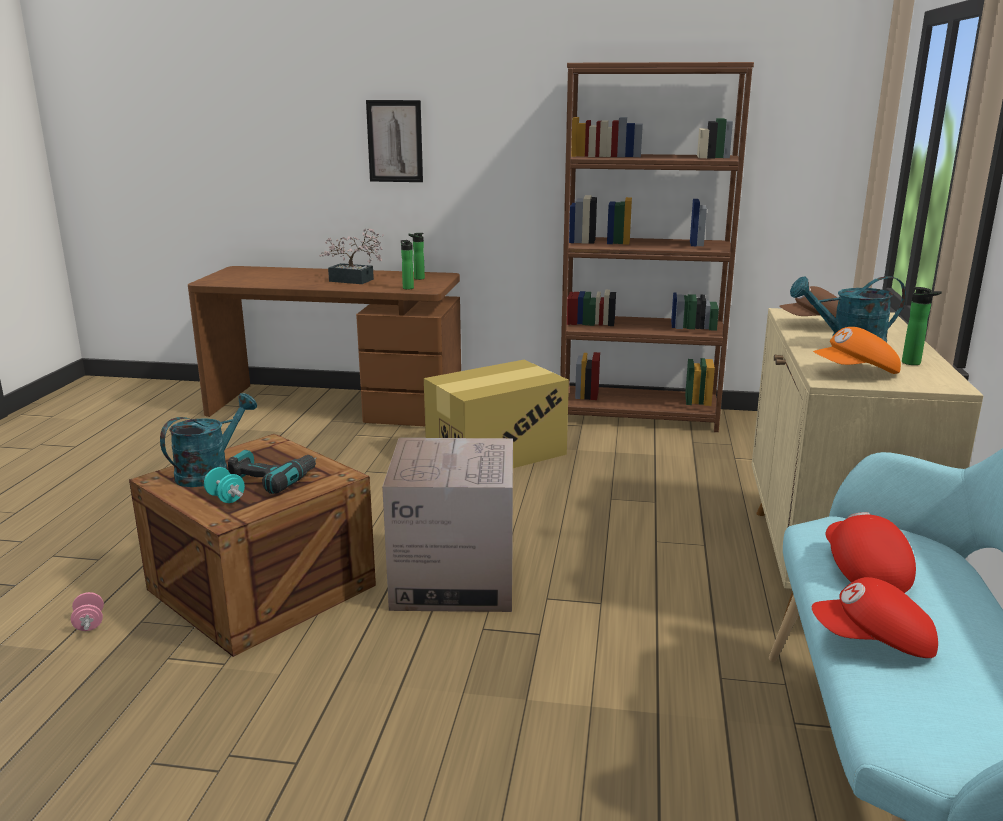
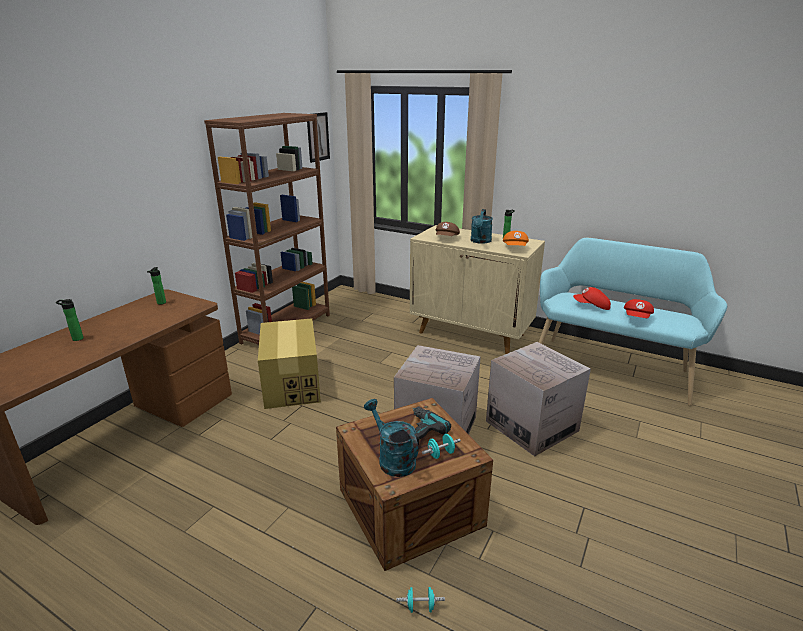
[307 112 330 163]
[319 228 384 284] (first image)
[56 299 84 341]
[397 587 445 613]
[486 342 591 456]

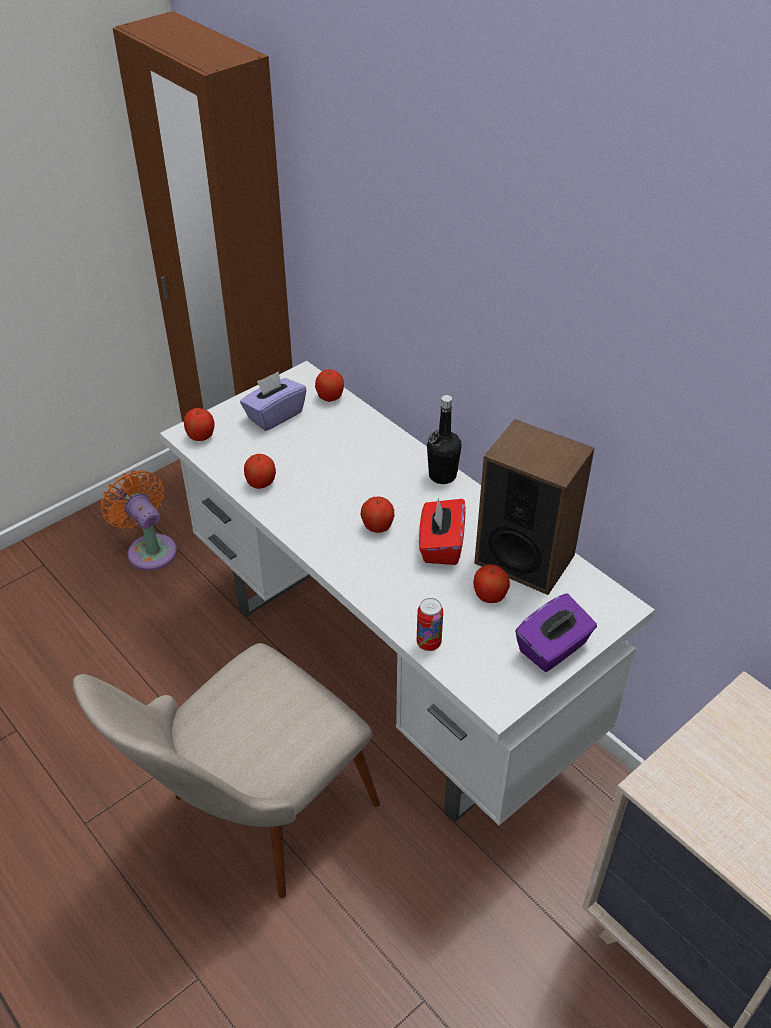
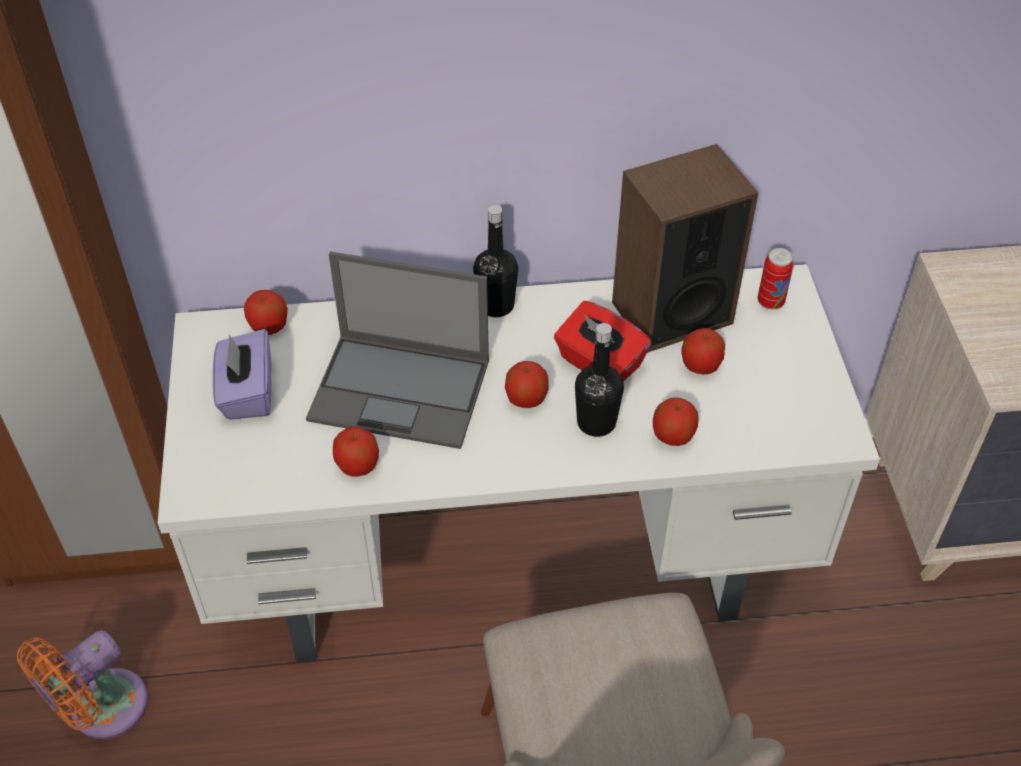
[653 397 699 446]
[17 630 148 739]
[515 594 597 672] (first image)
[758 248 794 309]
[306 251 489 449]
[575 323 624 437]

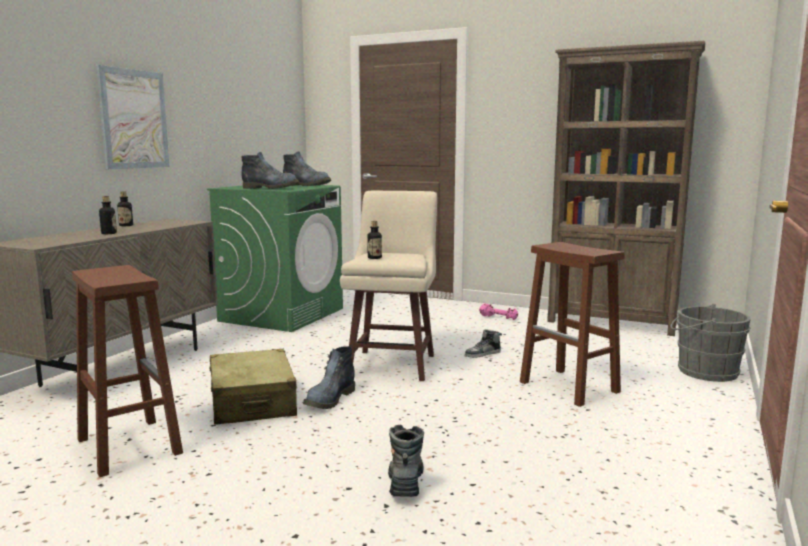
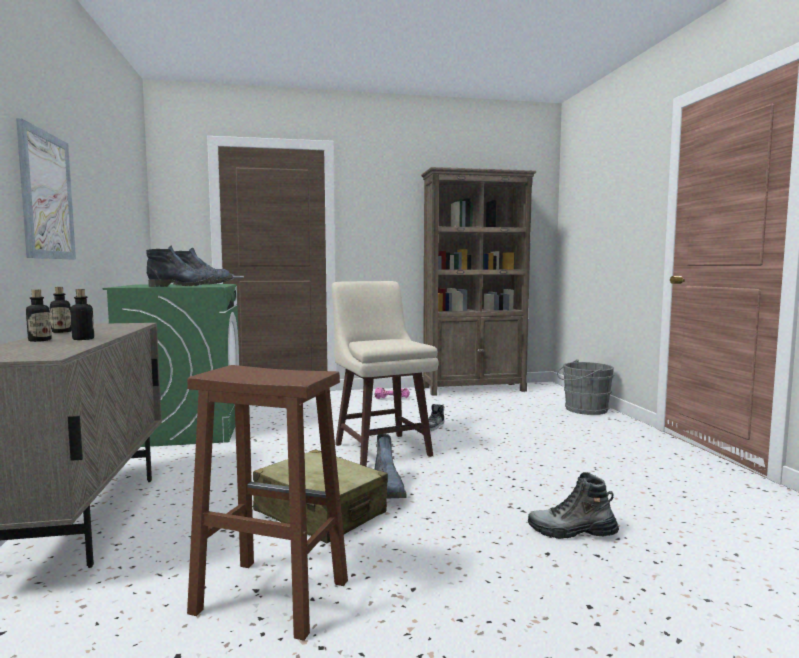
[26 289 51 342]
[520 242 625 407] (first image)
[528 472 619 539]

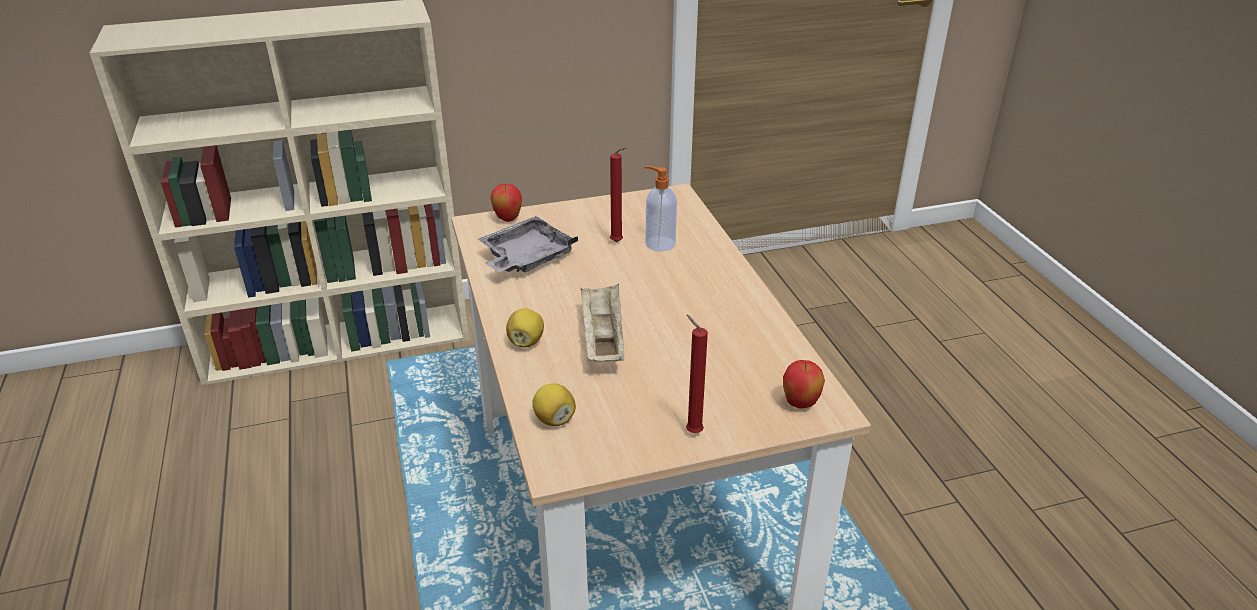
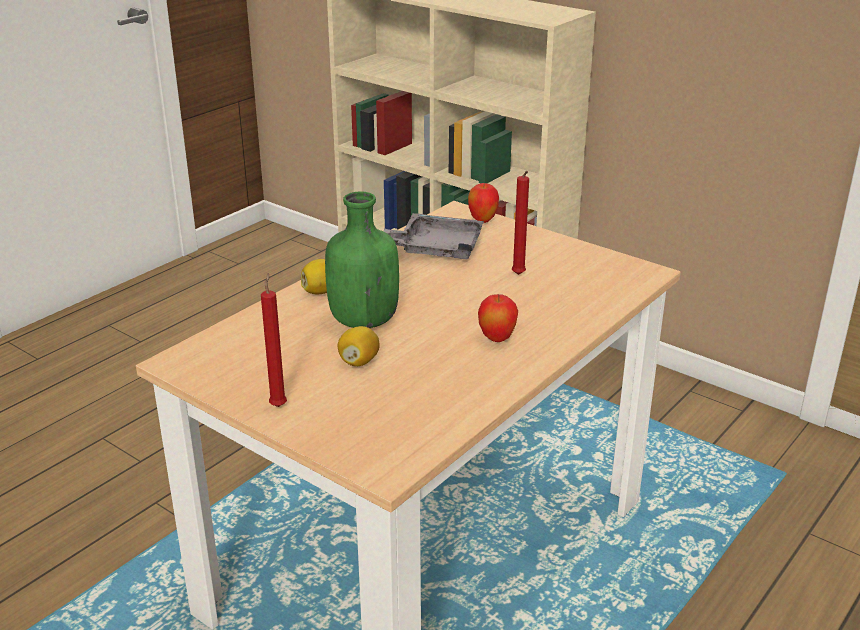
[645 166 677 252] (first image)
[325 191 399 328]
[478 294 518 342]
[338 326 380 366]

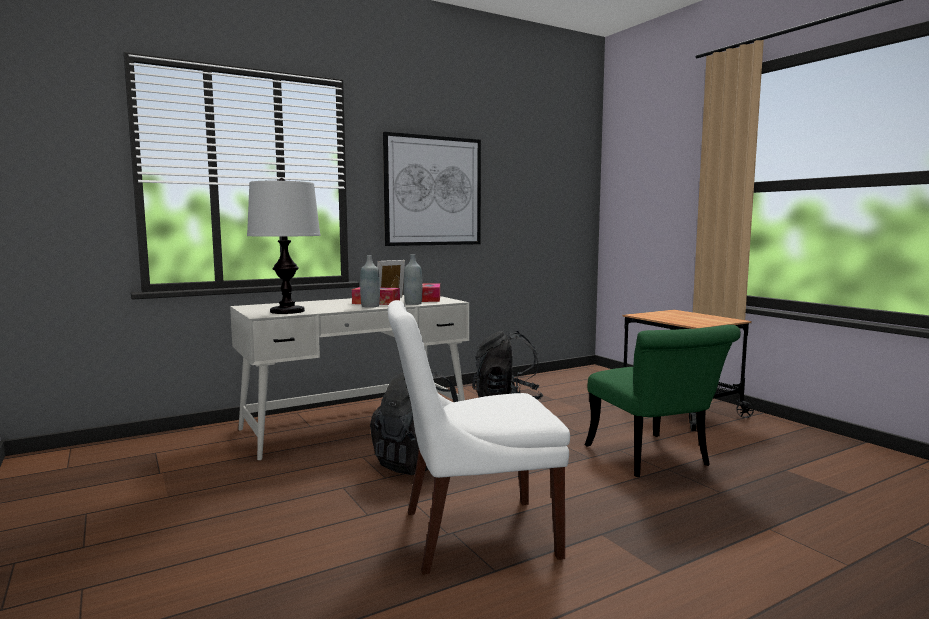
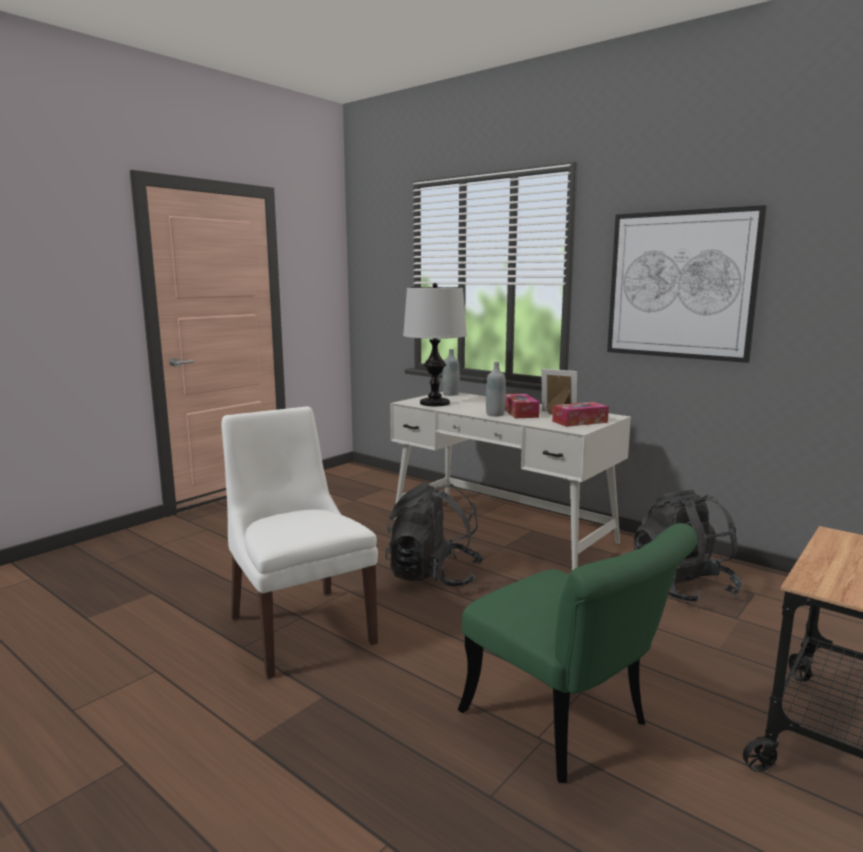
[443 349 460 396]
[458 523 697 783]

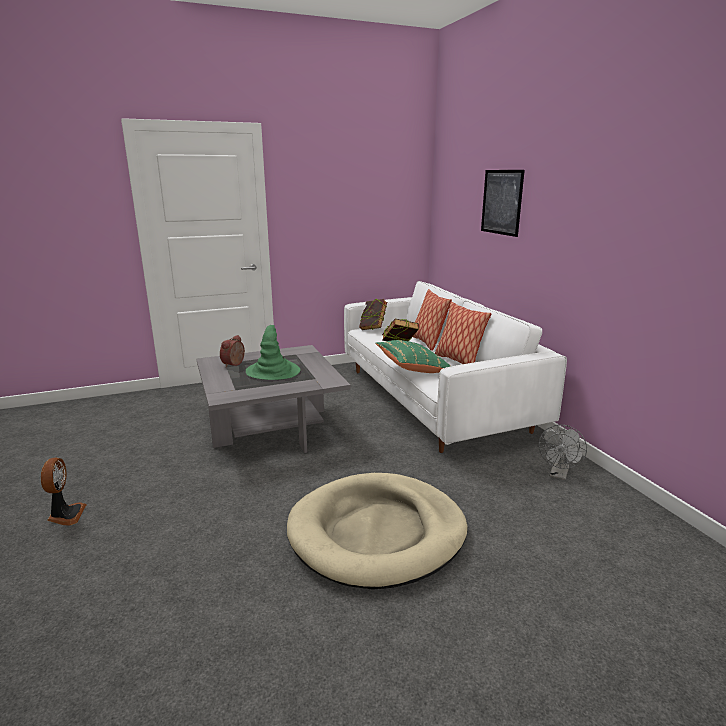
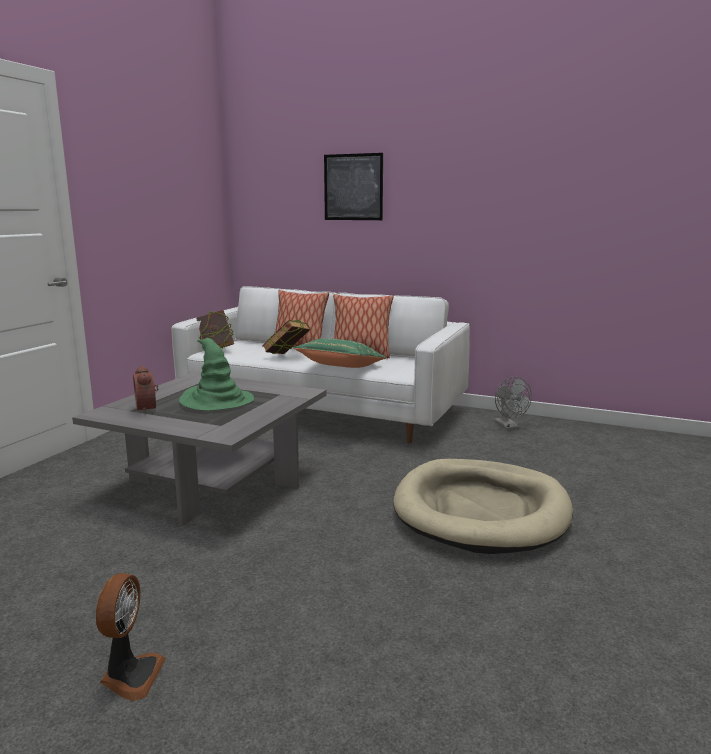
[96 573 166 701]

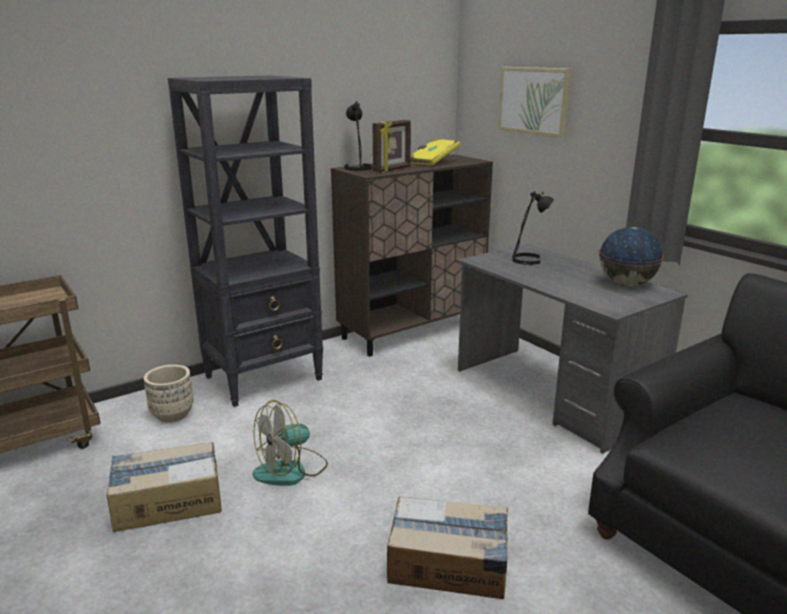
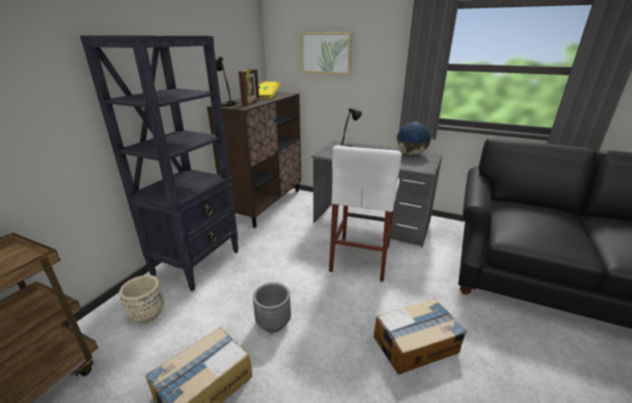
[253 282 291 333]
[329 145 402 282]

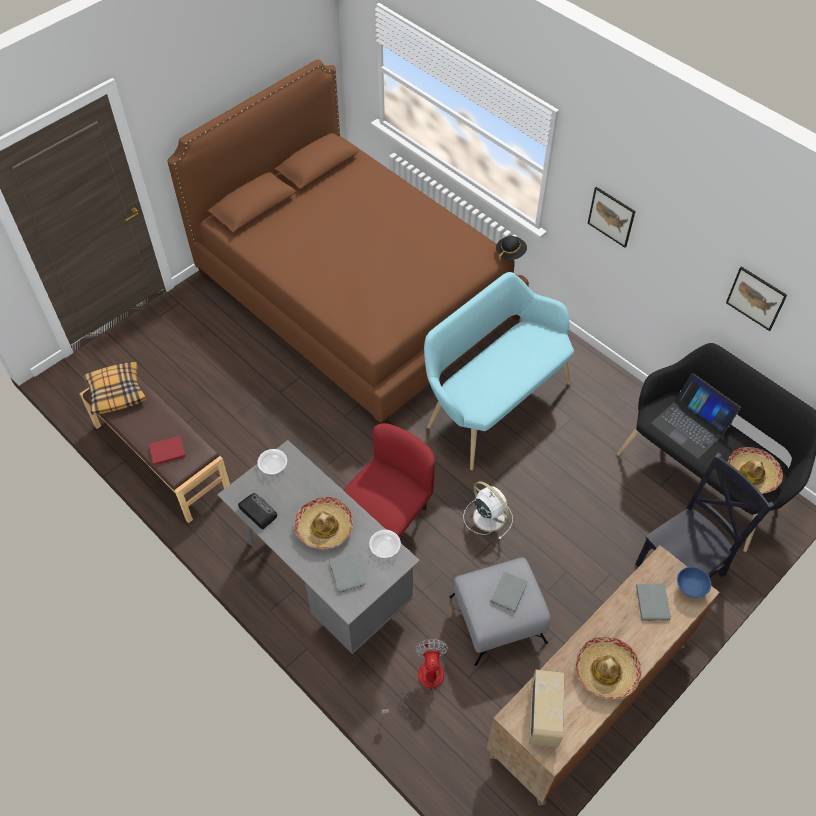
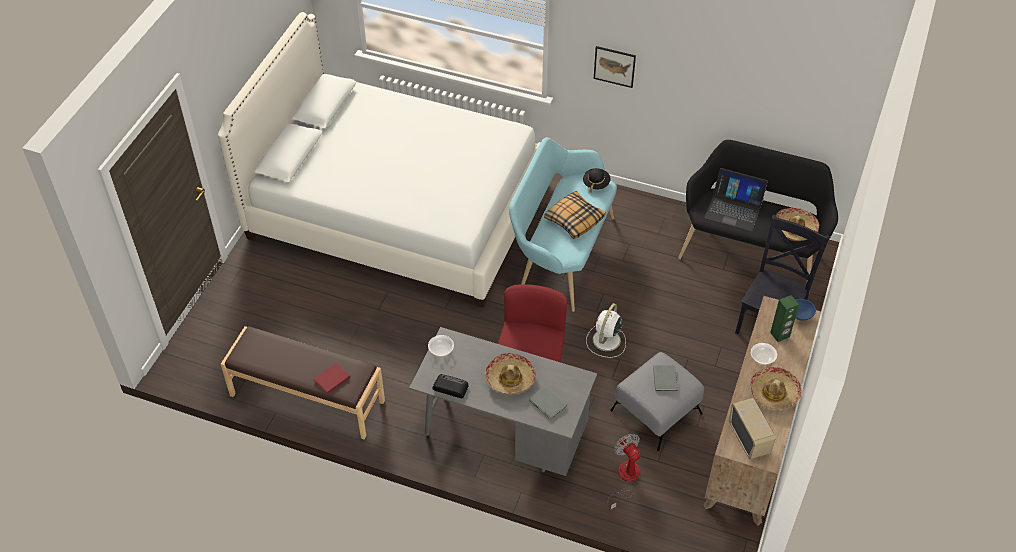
[218 12 541 307]
[583 168 611 192]
[726 266 787 331] (first image)
[544 191 606 239]
[586 303 626 358]
[751 343 777 365]
[770 295 799 342]

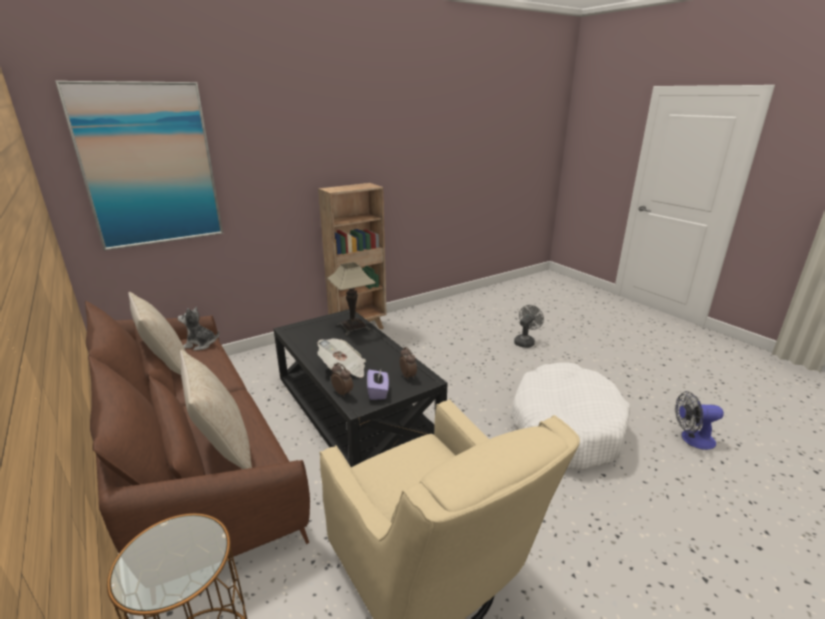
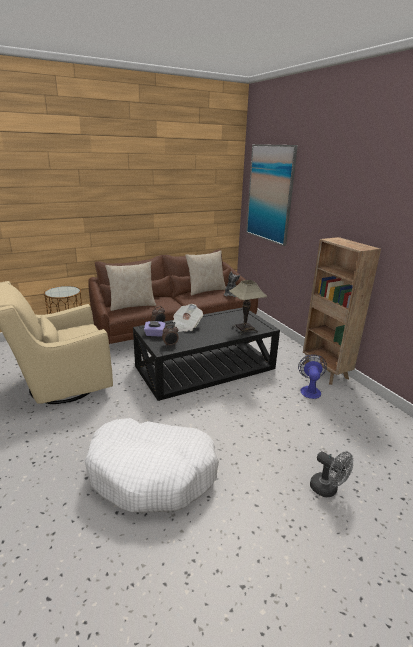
[298 354 327 399]

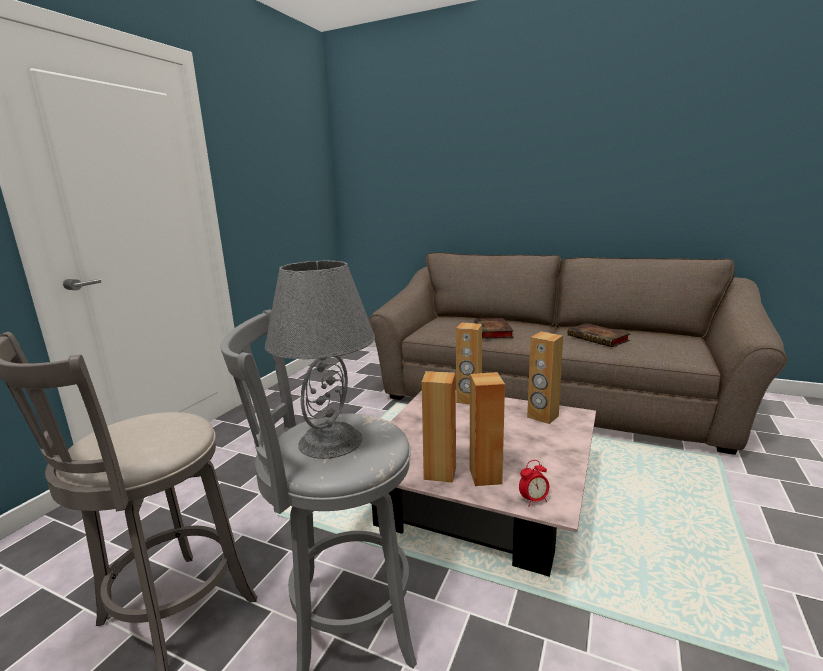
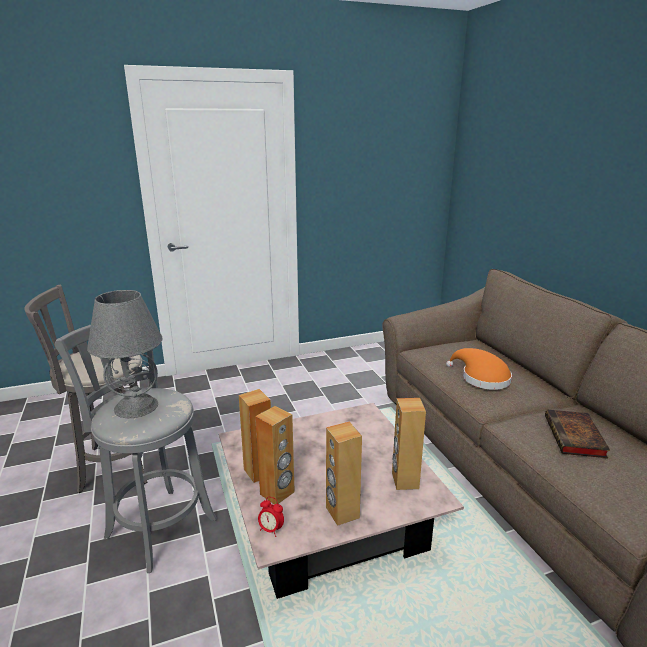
[446 348 512 390]
[326 422 362 526]

